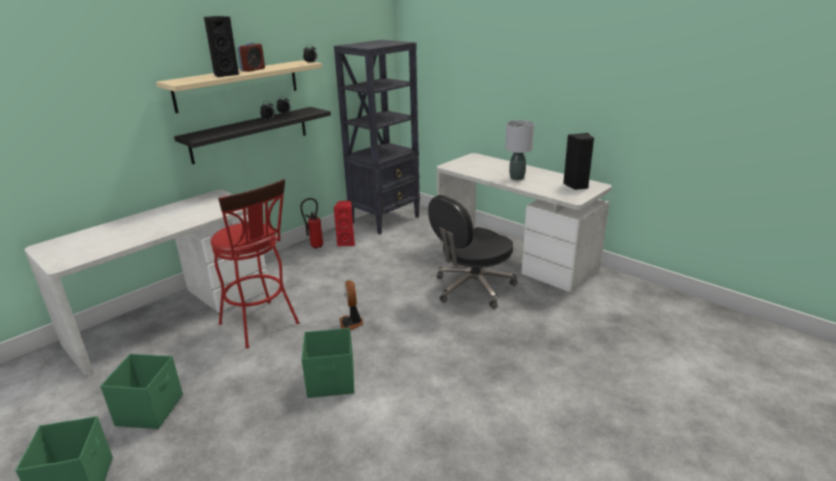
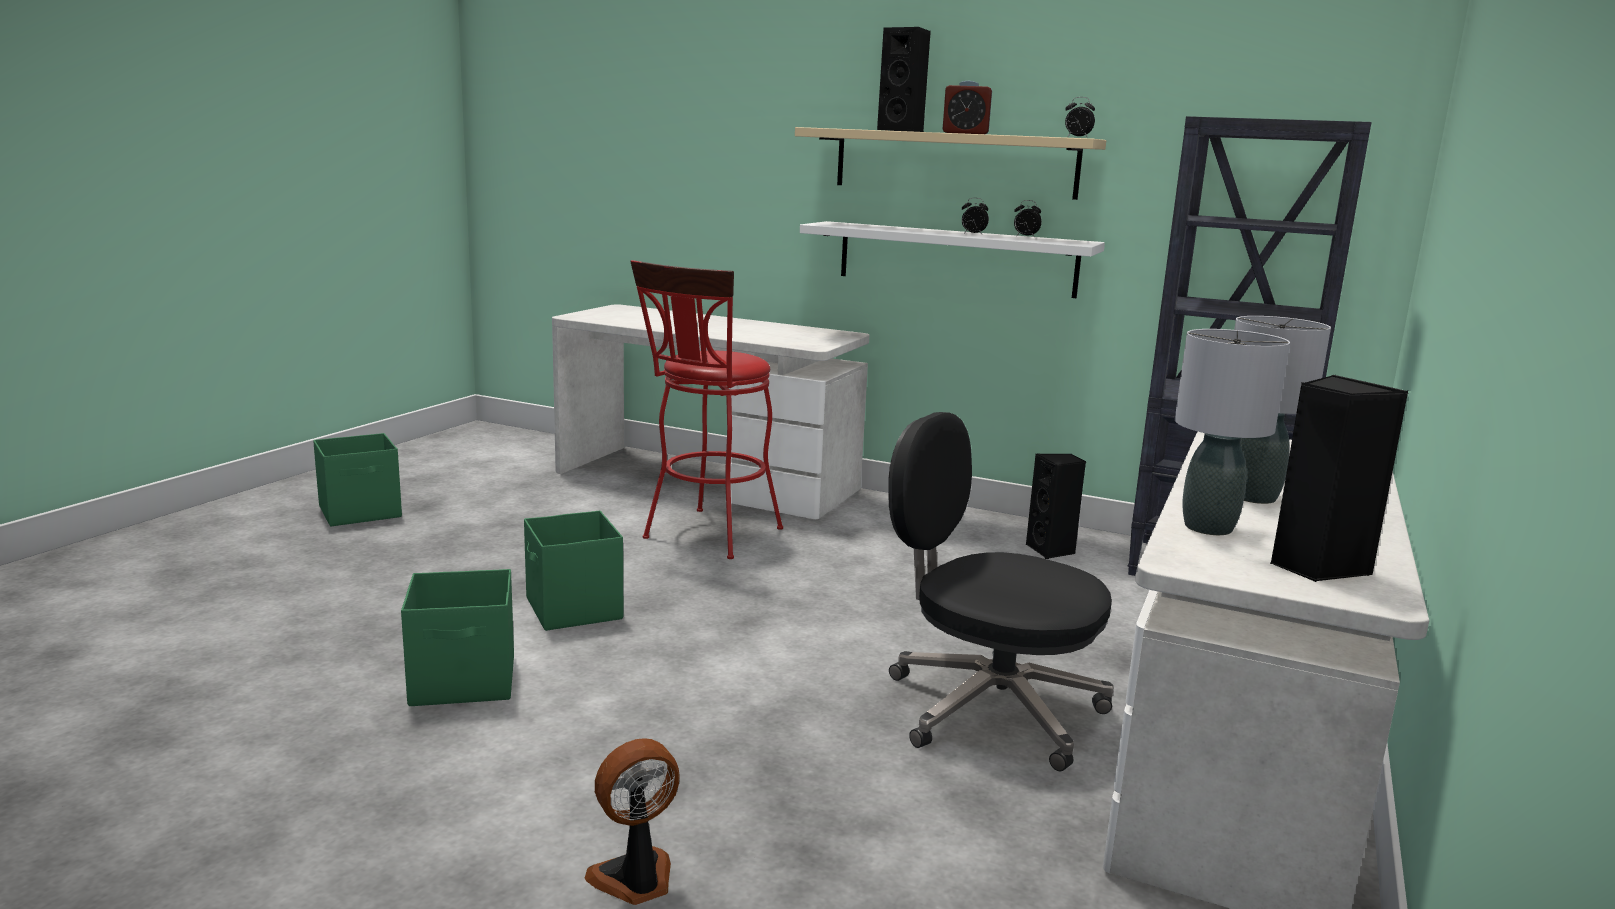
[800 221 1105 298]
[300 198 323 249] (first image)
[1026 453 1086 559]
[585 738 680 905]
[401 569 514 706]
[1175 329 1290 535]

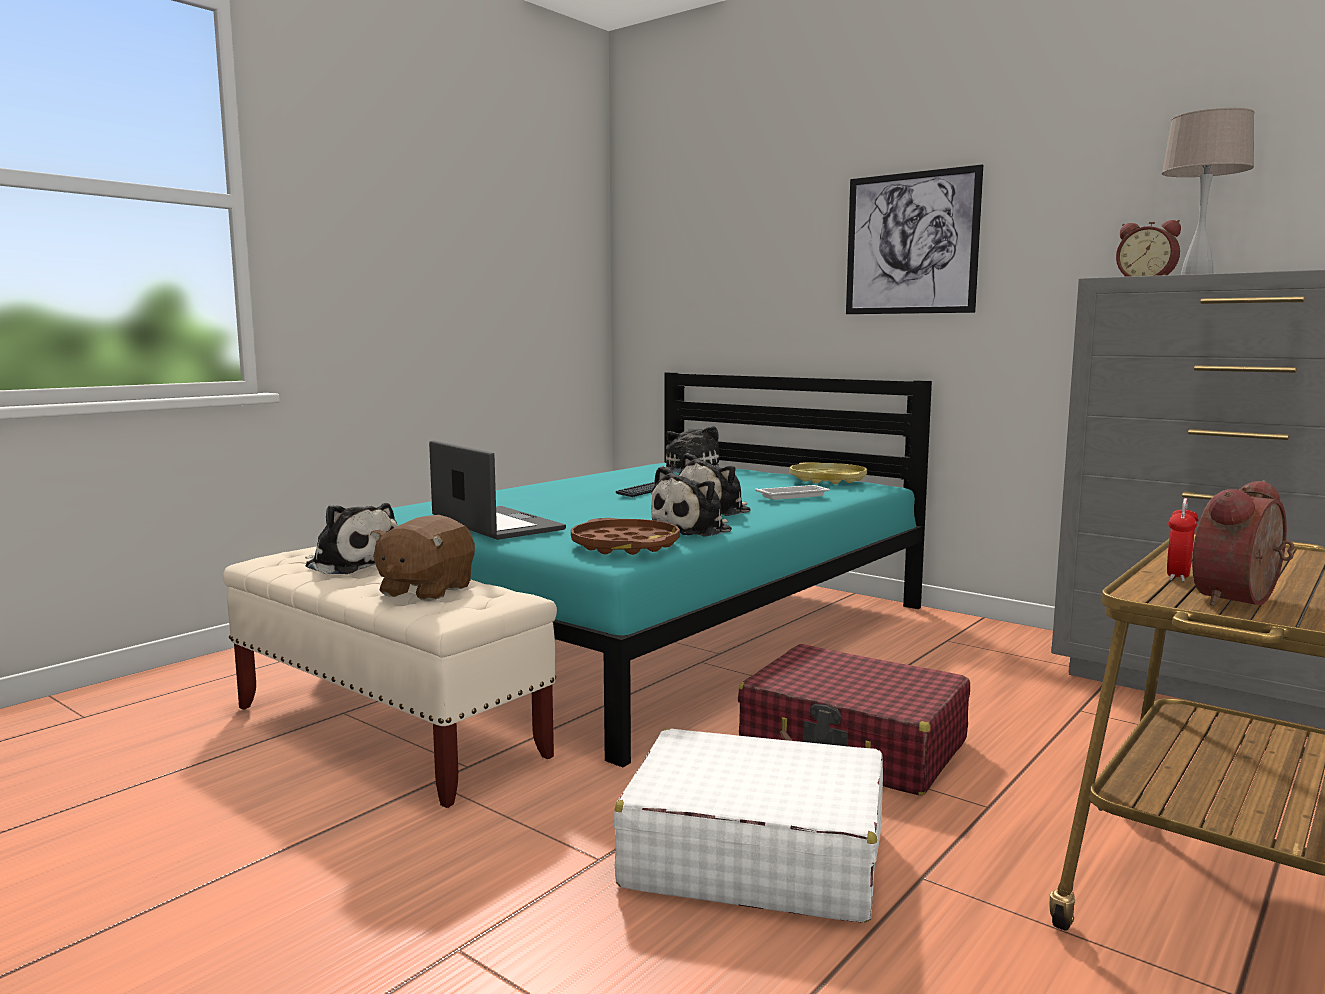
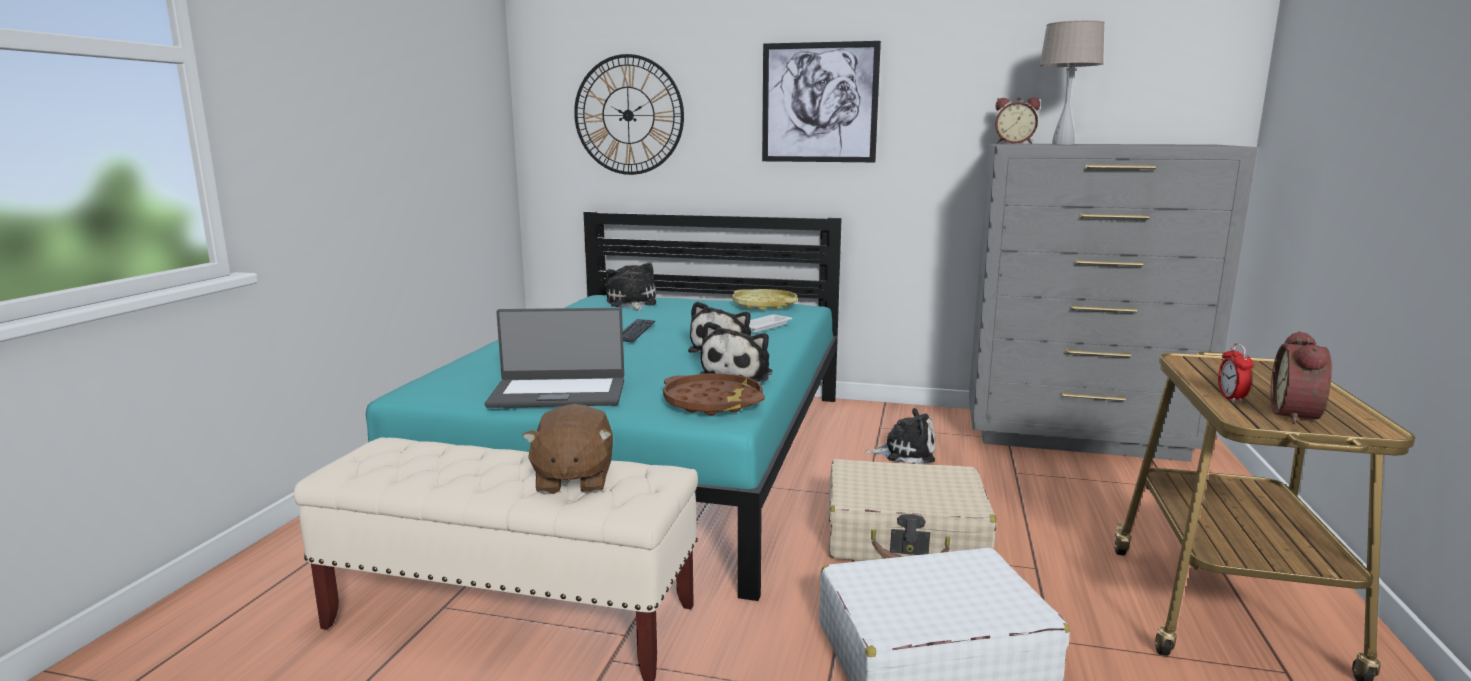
[485 308 624 408]
[864 408 935 464]
[829 459 997 561]
[574 54 684 175]

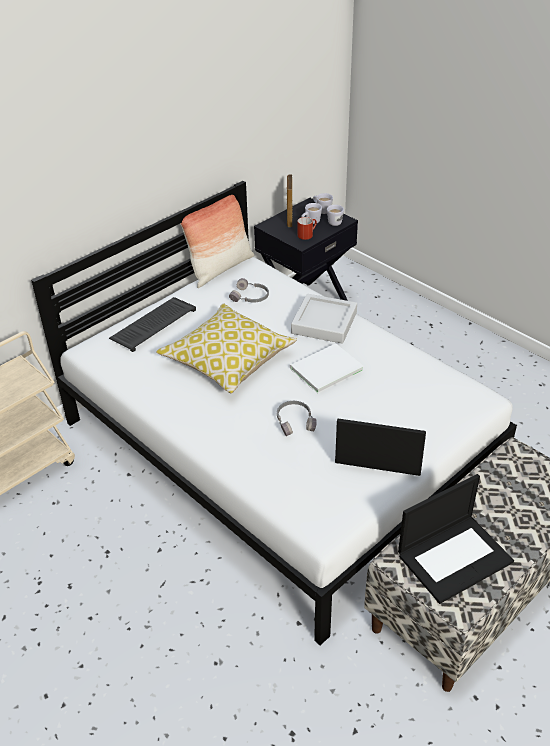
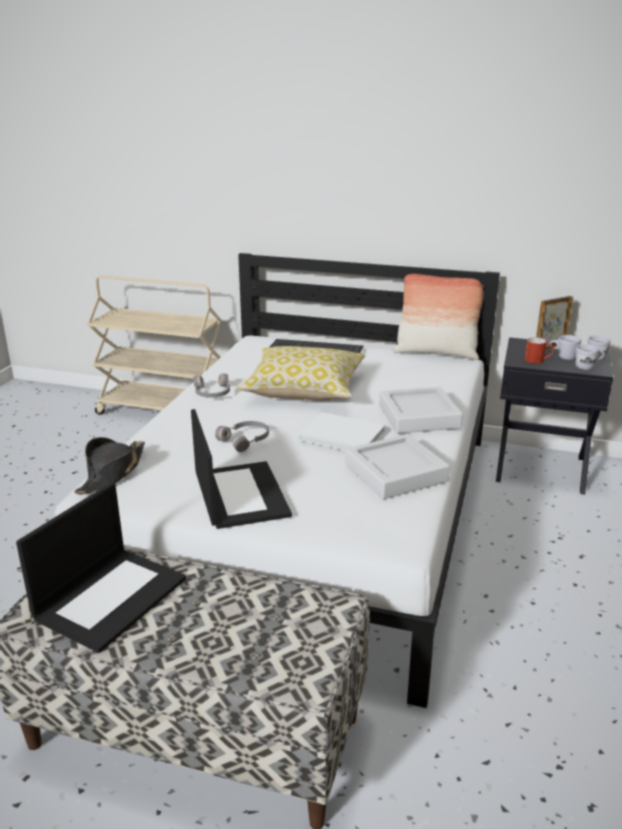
[193 374 230 398]
[16 482 186 653]
[345 434 450 499]
[74 437 145 495]

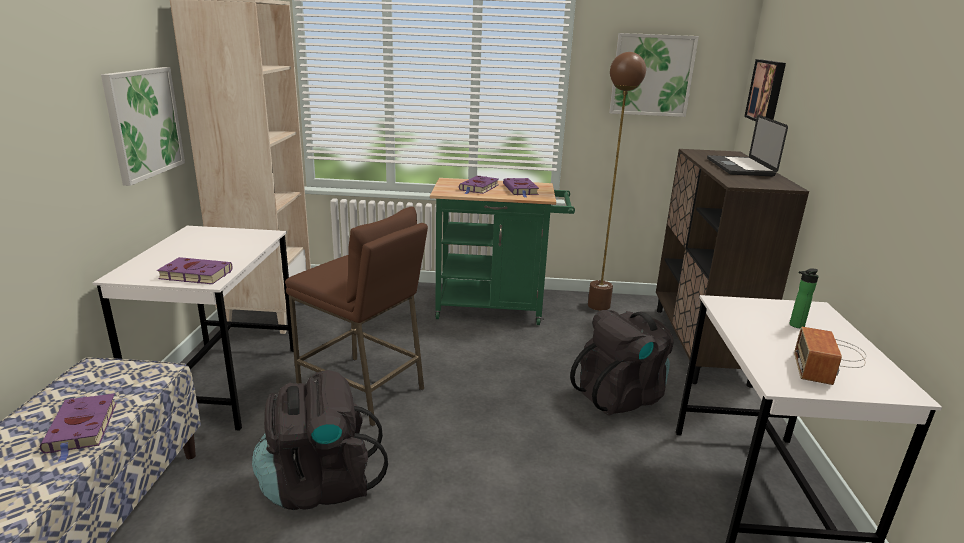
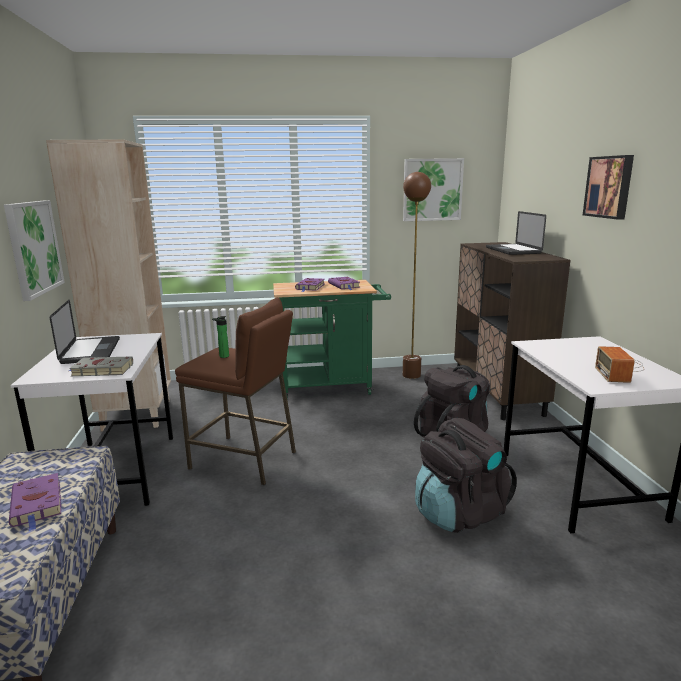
[583 155 634 220]
[69 356 133 376]
[212 316 229 358]
[415 418 517 533]
[50 300 120 364]

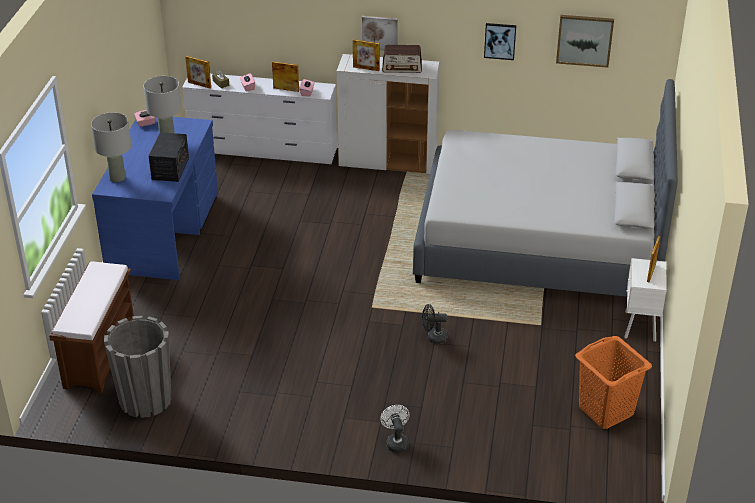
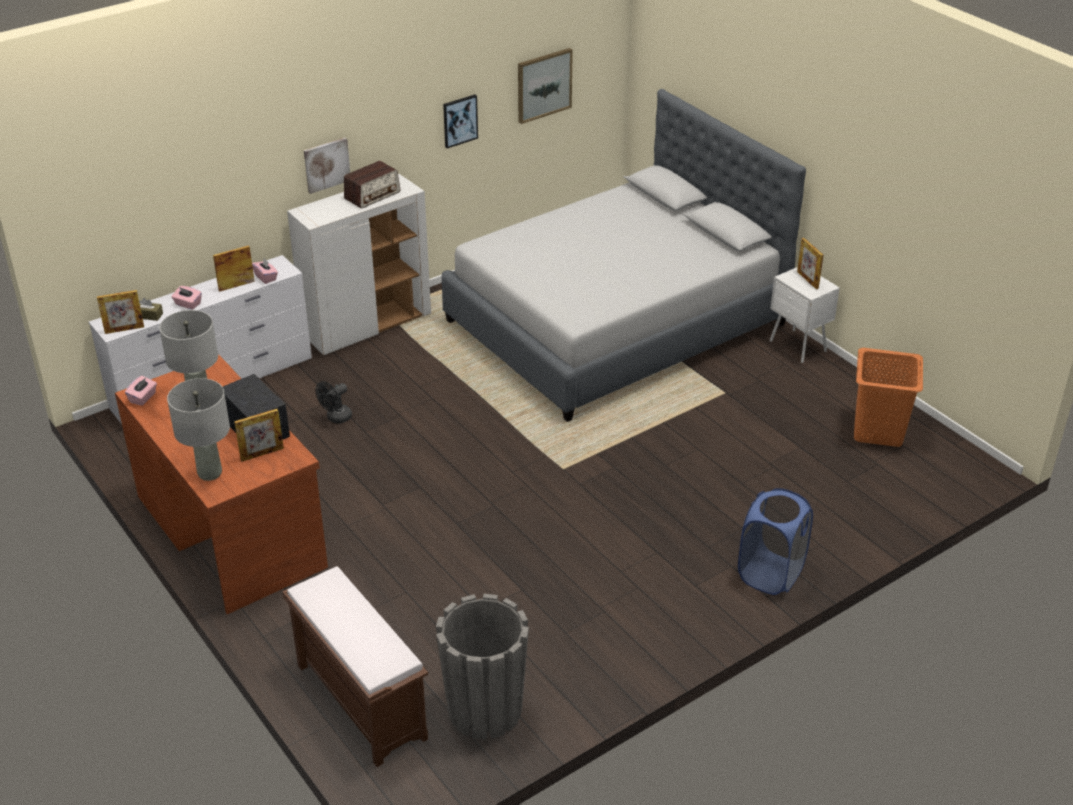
[234 409 284 462]
[115 354 328 614]
[316 381 352 423]
[738 488 813 595]

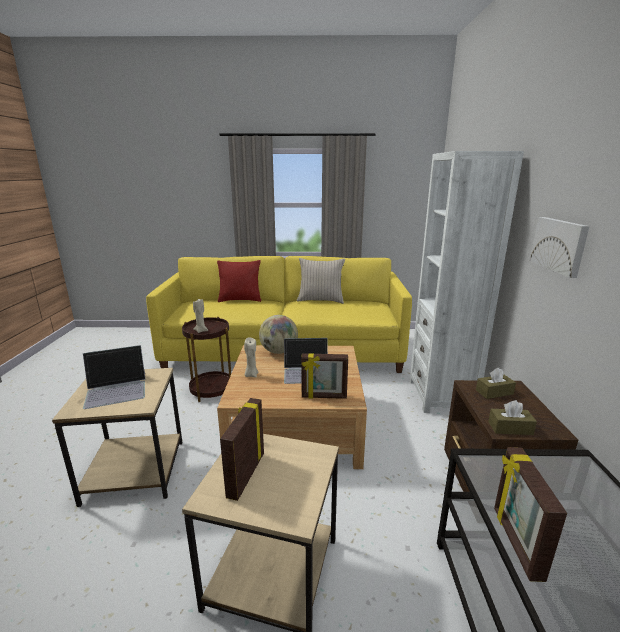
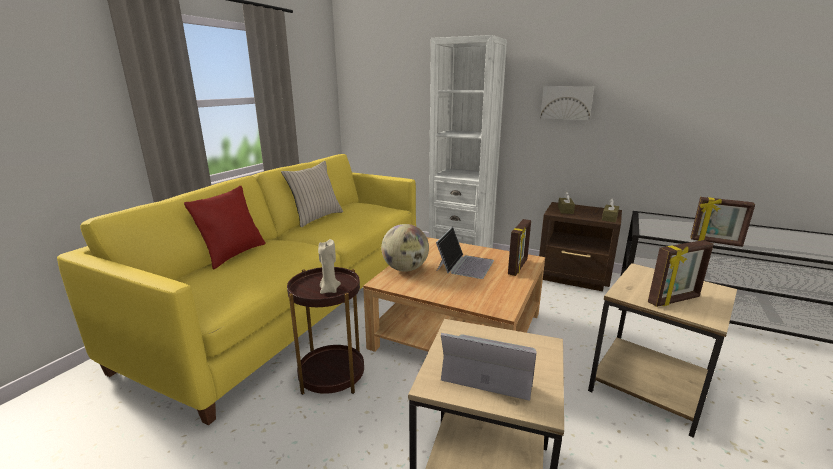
[244 337 259 377] (first image)
[441 333 537 401]
[648 240 714 307]

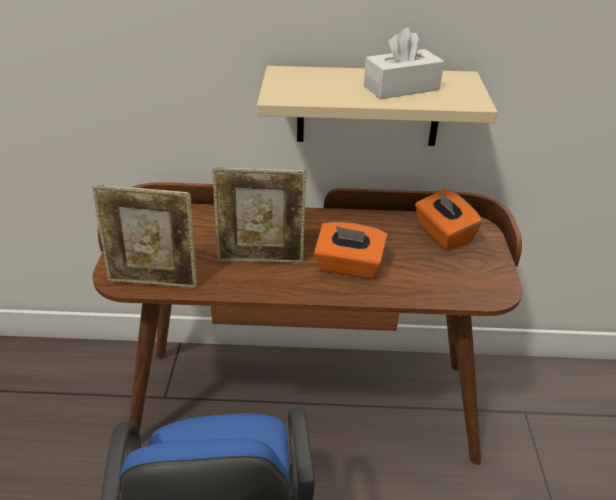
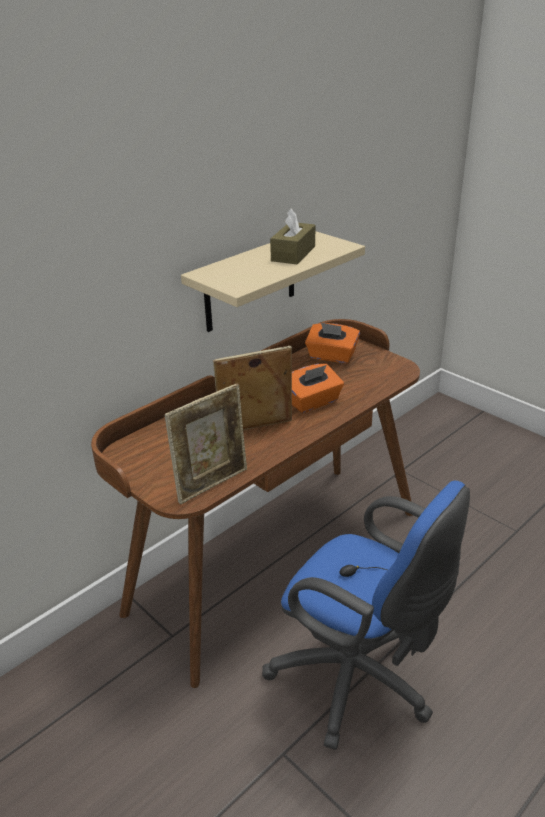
[270 208 315 264]
[213 346 292 430]

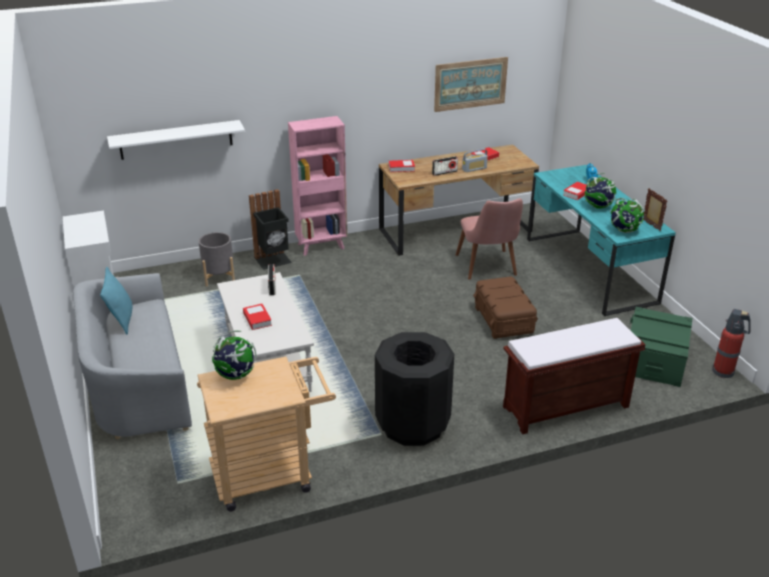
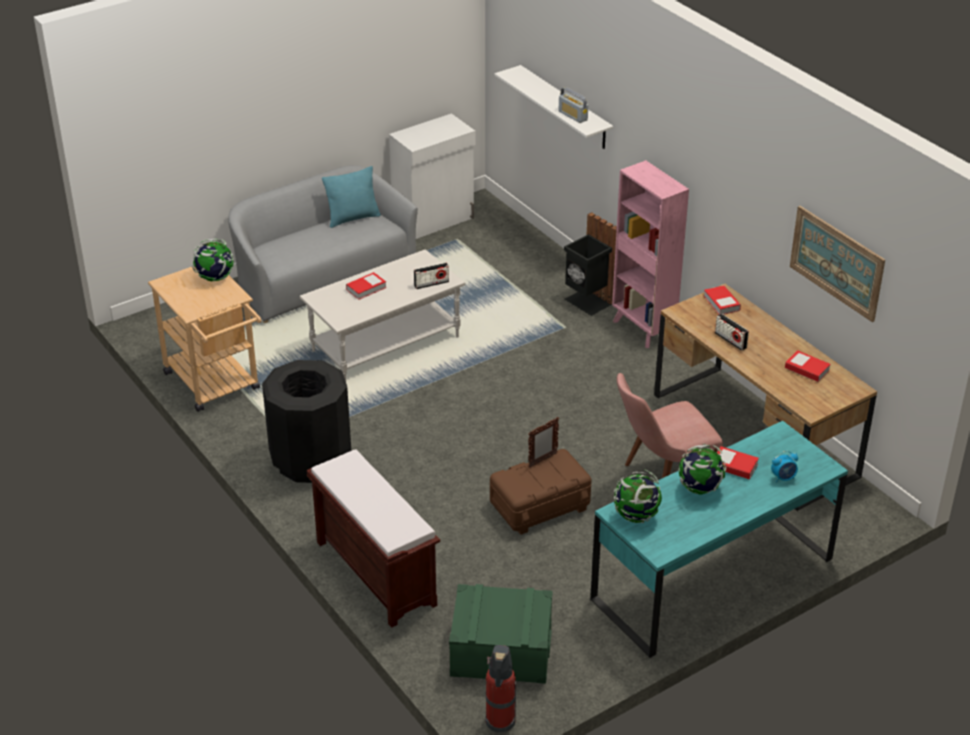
[559 87 588 123]
[528 417 559 468]
[199 232 235 287] (first image)

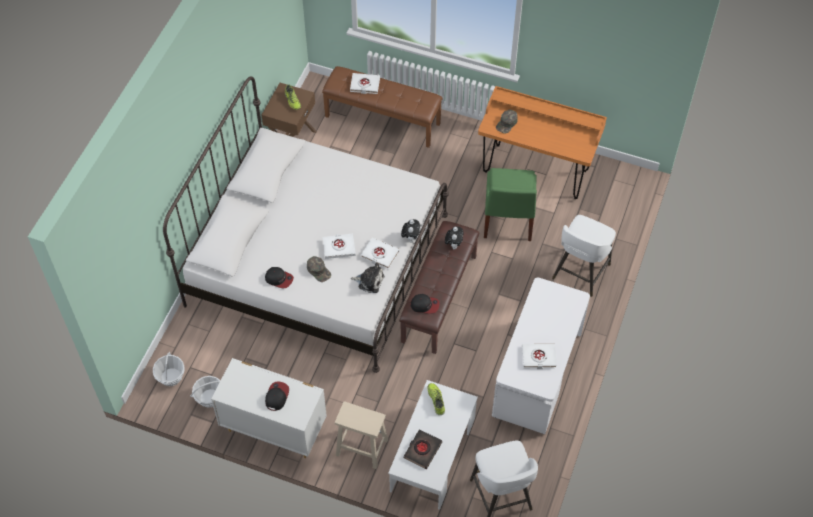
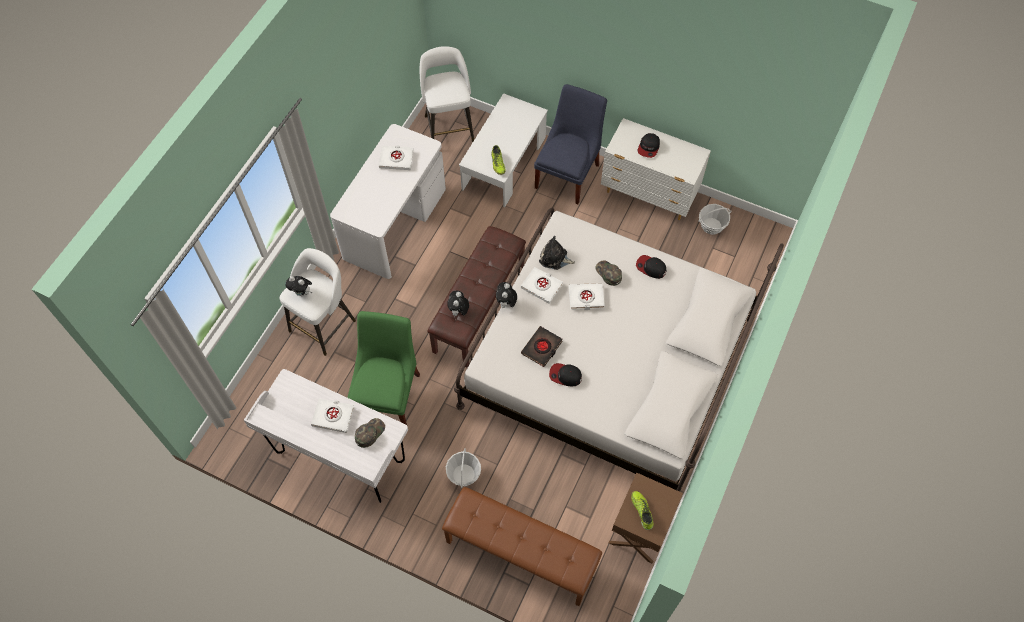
[311 399 354 433]
[244 369 408 503]
[549 363 582 386]
[445 448 481 488]
[534 84 607 204]
[521 326 563 367]
[285 276 312 296]

